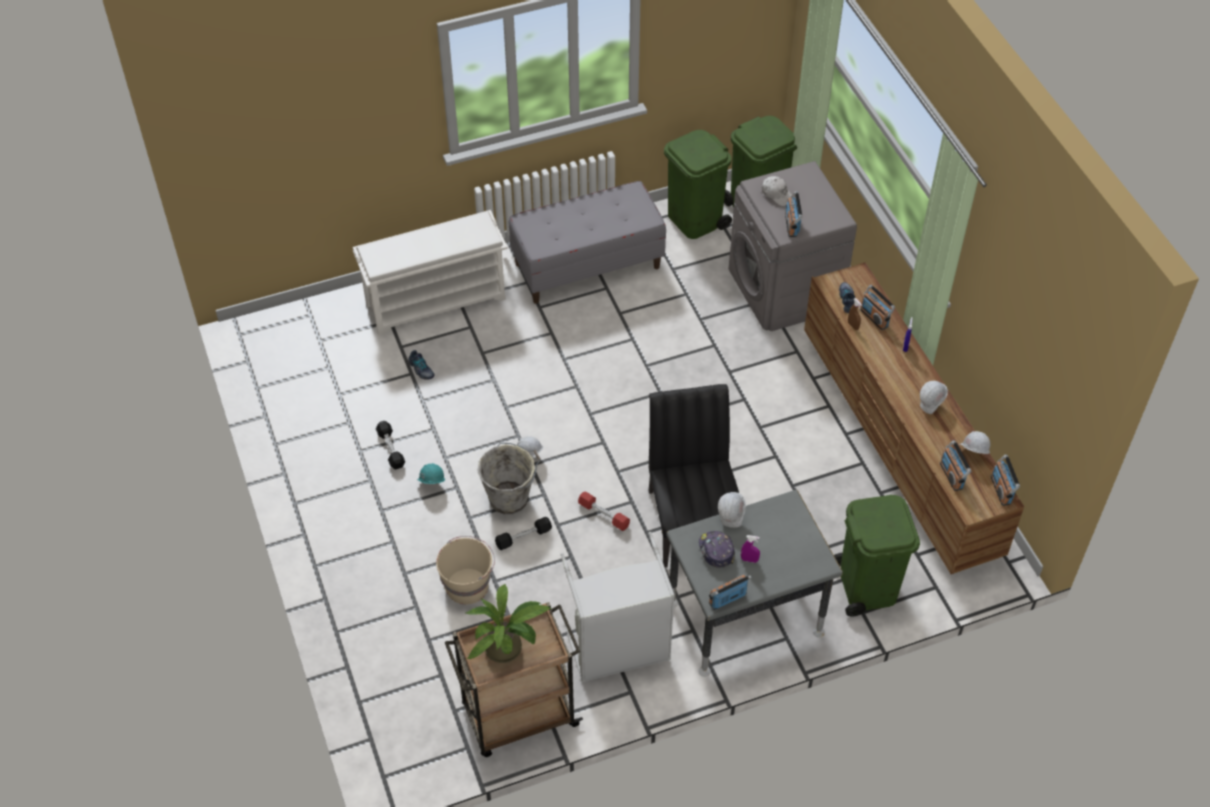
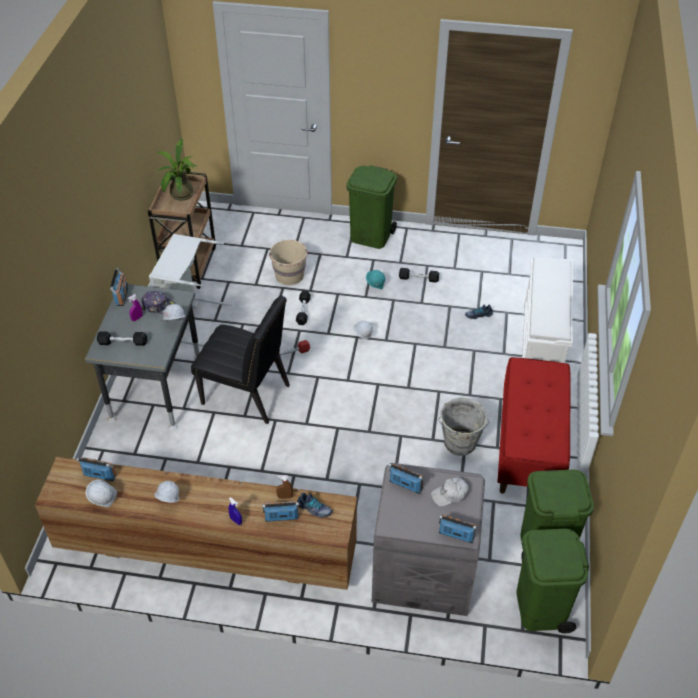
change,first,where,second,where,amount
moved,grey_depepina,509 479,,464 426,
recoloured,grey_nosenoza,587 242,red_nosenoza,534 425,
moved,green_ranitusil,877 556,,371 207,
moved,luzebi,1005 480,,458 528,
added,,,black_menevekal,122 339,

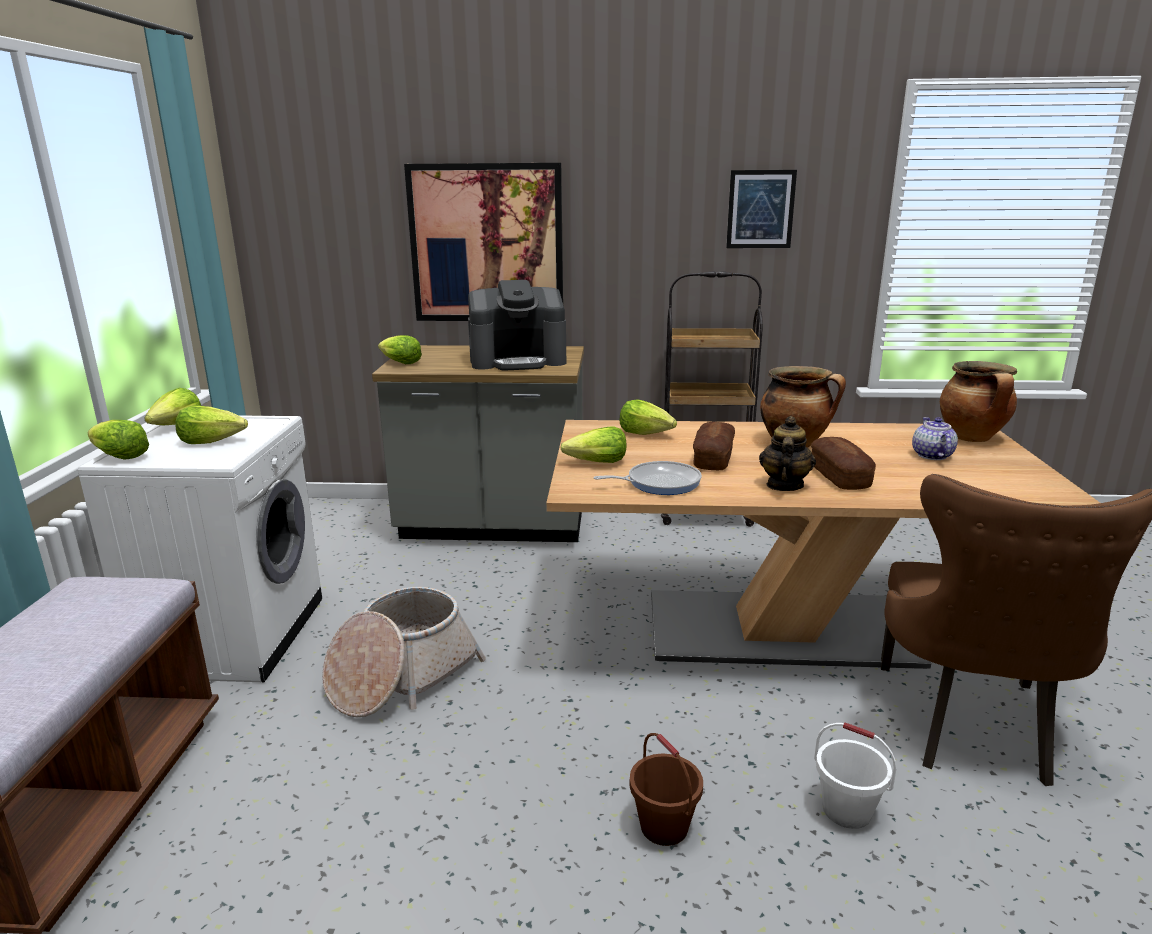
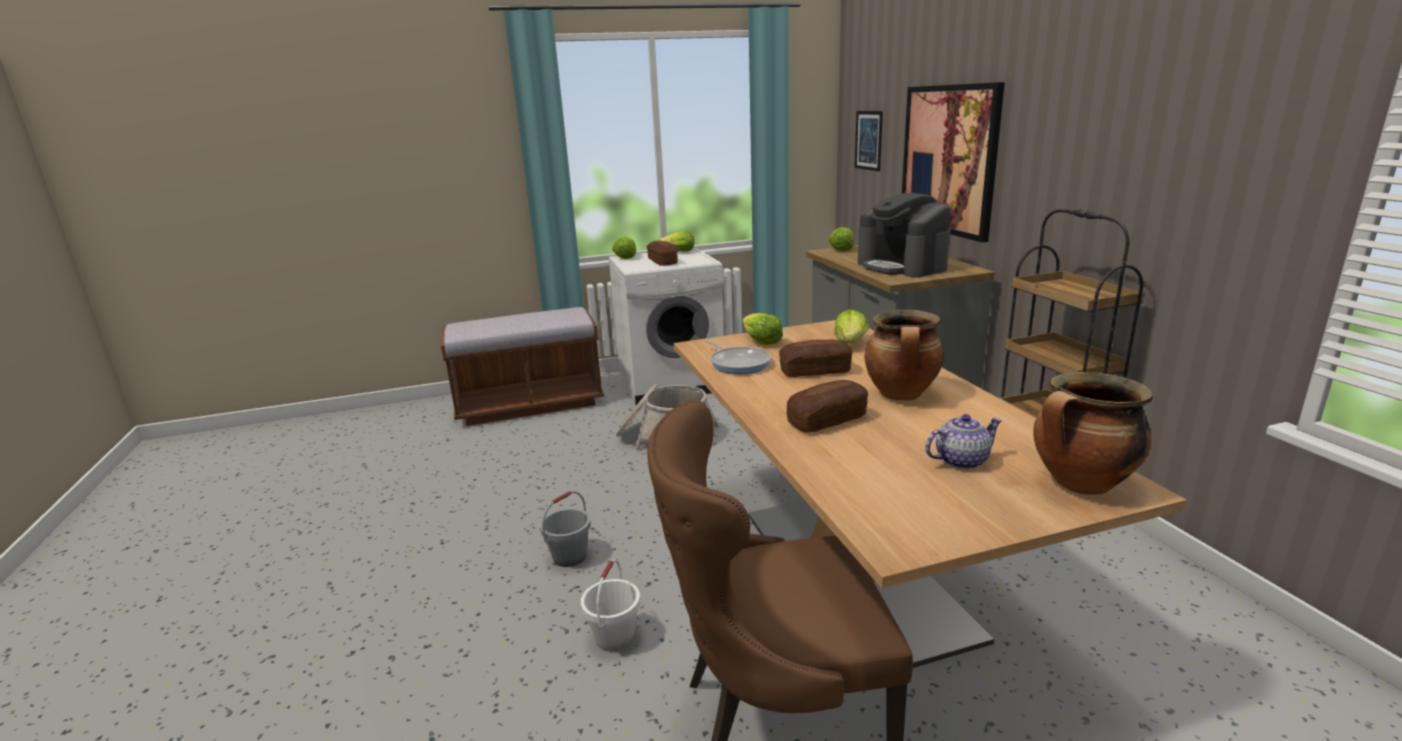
change,first,where,second,where,amount
replaced,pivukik,211 425,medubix,662 253,
recoloured,brown_depepina,666 789,grey_depepina,565 529,
moved,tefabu,761 209,,869 141,
removed,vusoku,787 453,,,

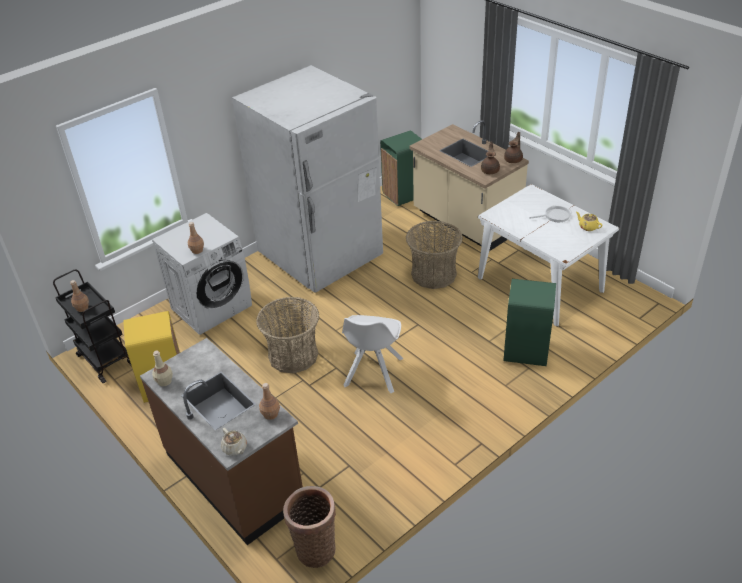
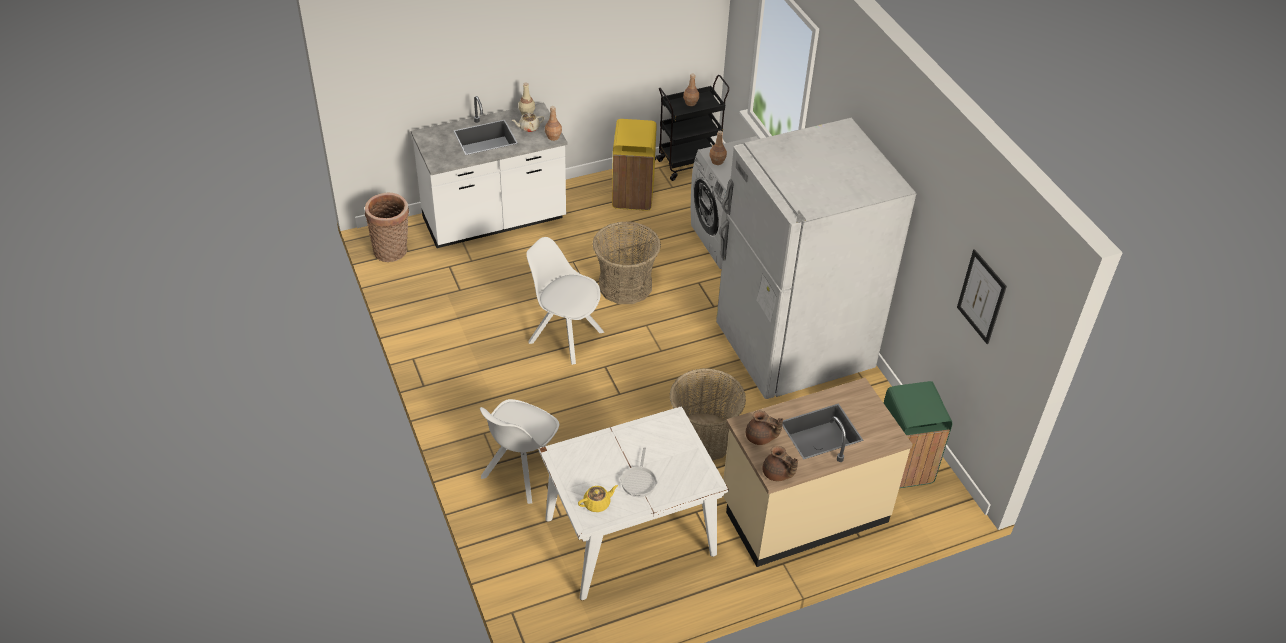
change,first,where,second,where,amount
recoloured,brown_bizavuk,221 441,white_bizavuk,489 172,
moved,beige_vusoku,234 442,,528 122,
moved,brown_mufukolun,269 401,,553 123,
replaced,green_ranitusil,529 322,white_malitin,519 451,
added,,,tefabu,982 296,

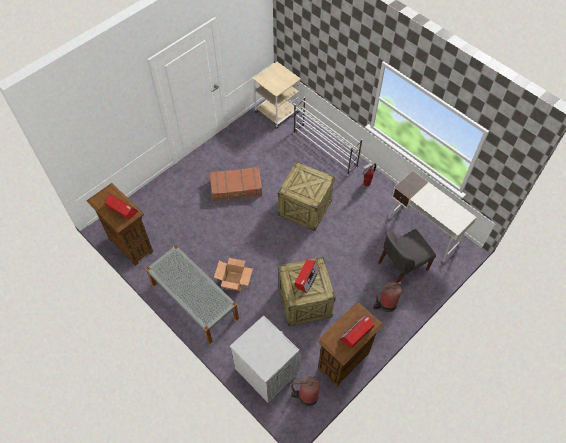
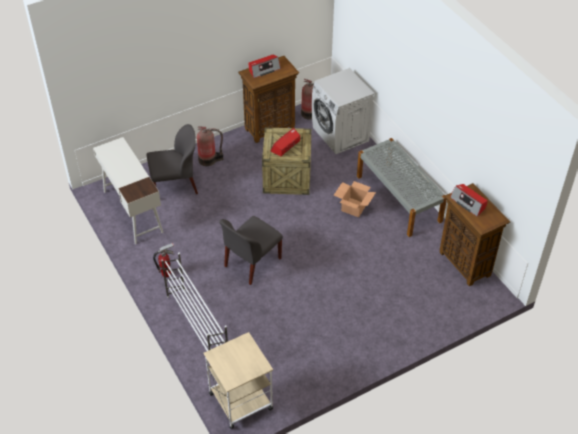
change,first,where,second,where,amount
removed,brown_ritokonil,236 184,,,
replaced,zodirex,306 196,grey_malitin,251 250,

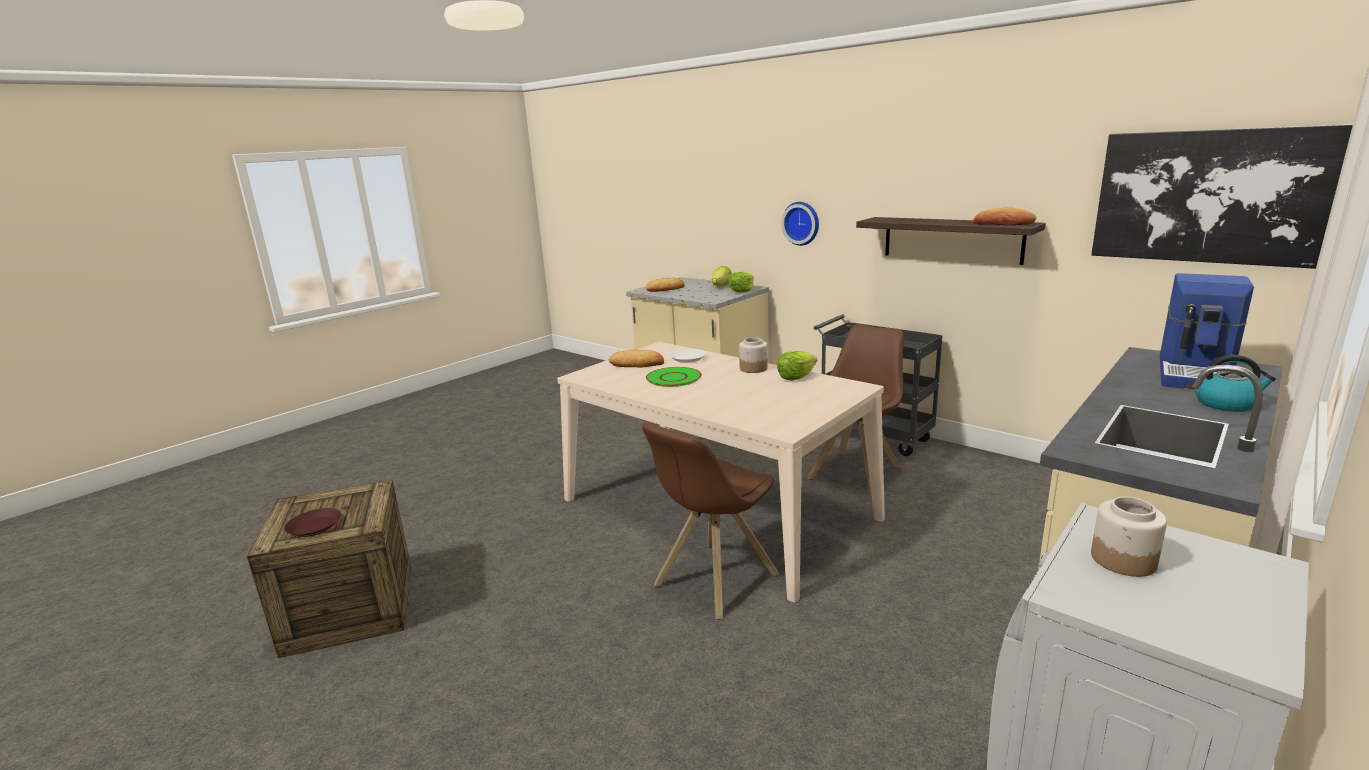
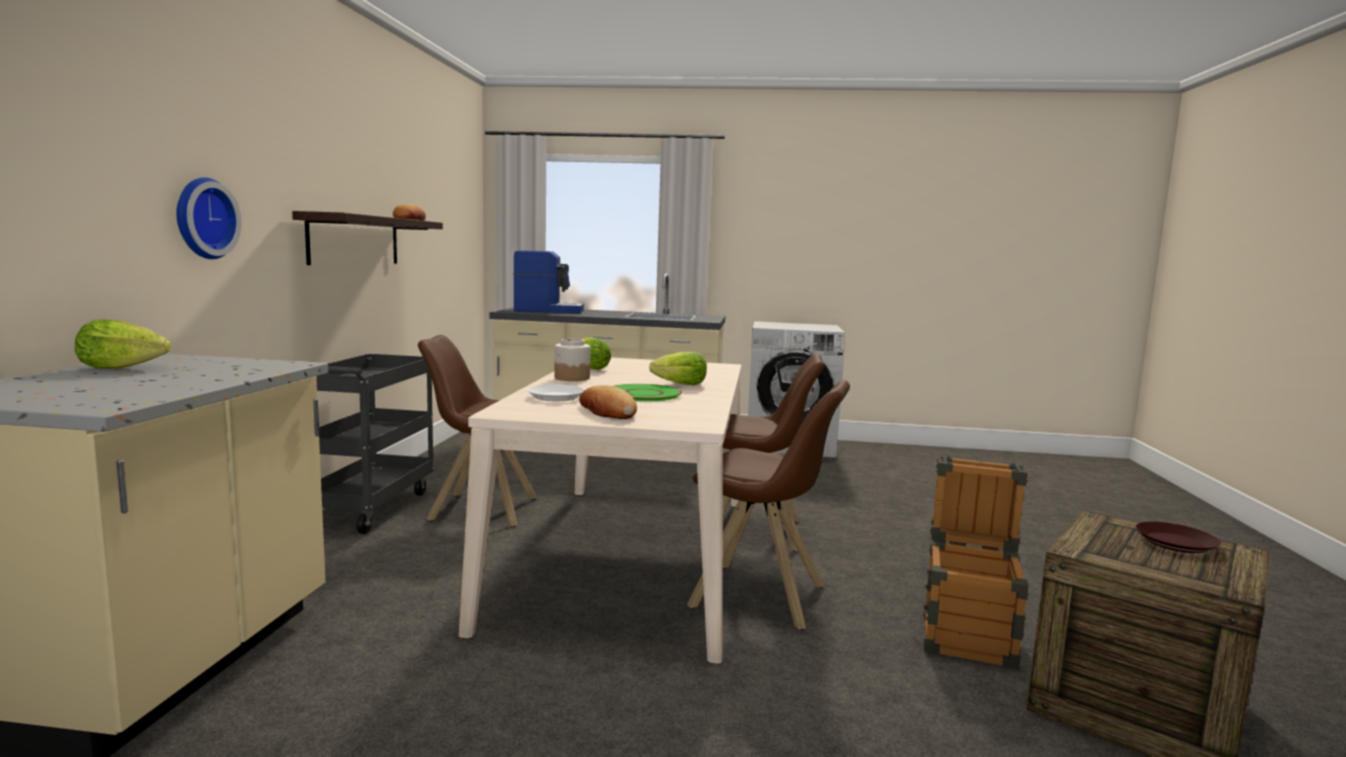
change,first,where,second,where,amount
removed,medubix,664 285,,,
moved,pivukik,740 282,,678 368,
removed,tefabu,1222 196,,,
removed,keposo,1129 537,,,
removed,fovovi,1235 383,,,
added,,,brown_malitin,768 505,
added,,,zodirex,976 563,

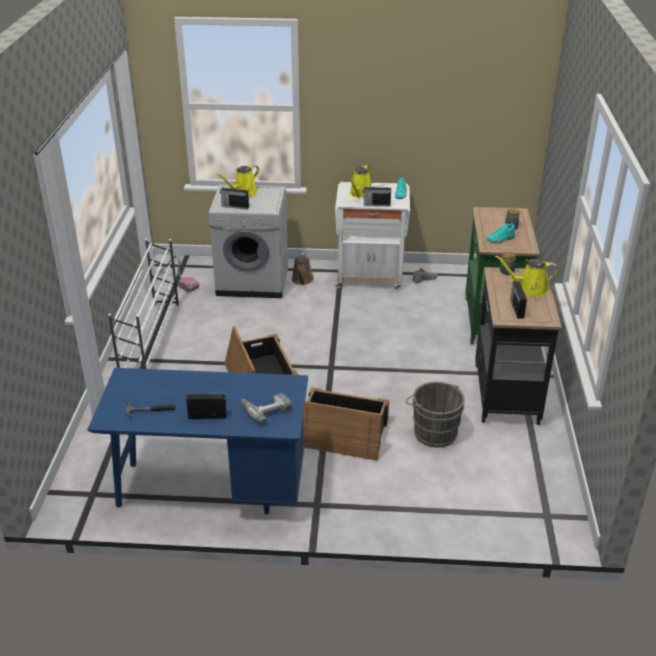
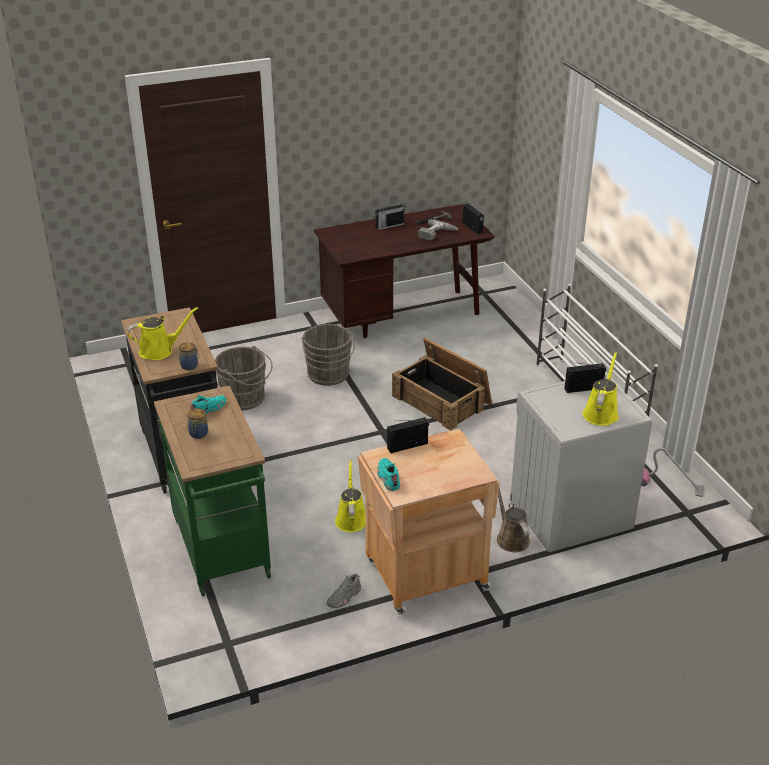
change,first,where,second,where,amount
recoloured,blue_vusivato,197 441,brown_vusivato,404 271,
moved,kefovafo,266 408,,438 229,
replaced,zodirex,346 424,grey_depepina,328 355,
recoloured,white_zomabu,372 236,brown_zomabu,429 522,
moved,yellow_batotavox,360 181,,350 495,
moved,luzebi,518 300,,473 217,

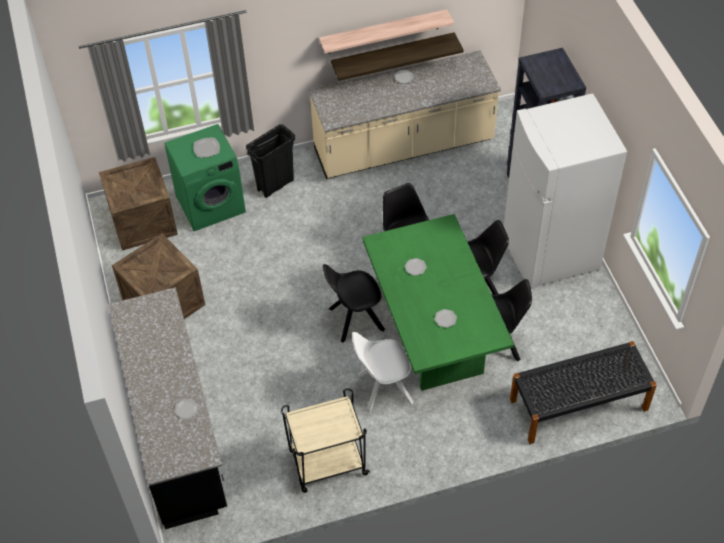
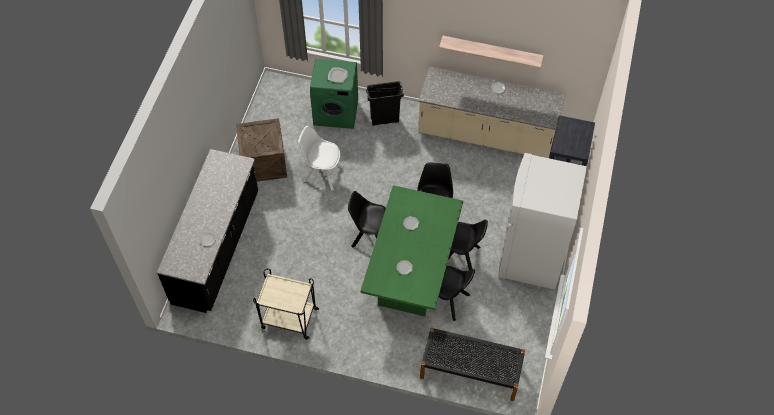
change,first,where,second,where,amount
removed,zodirex,138 204,,,
removed,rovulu,397 56,,,
moved,white_malitin,383 372,,321 158,

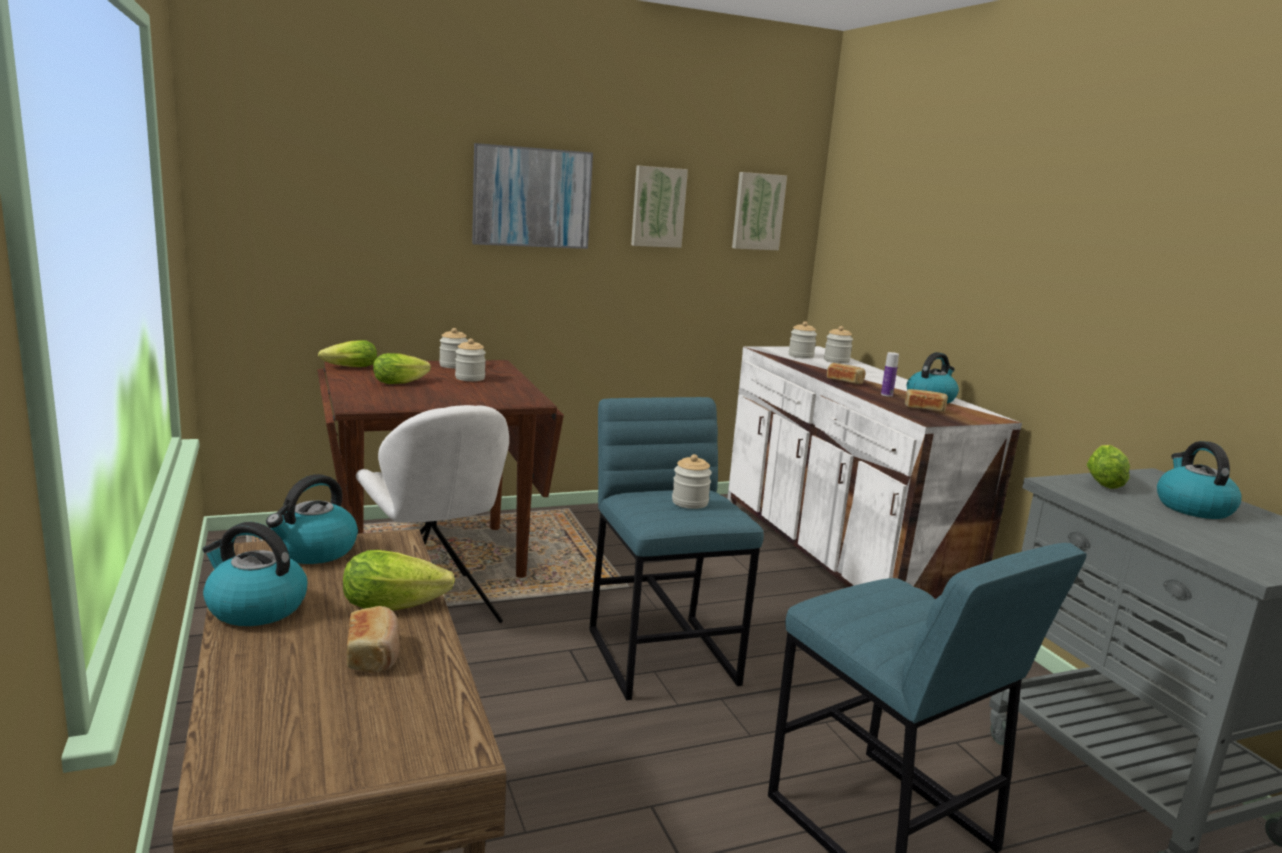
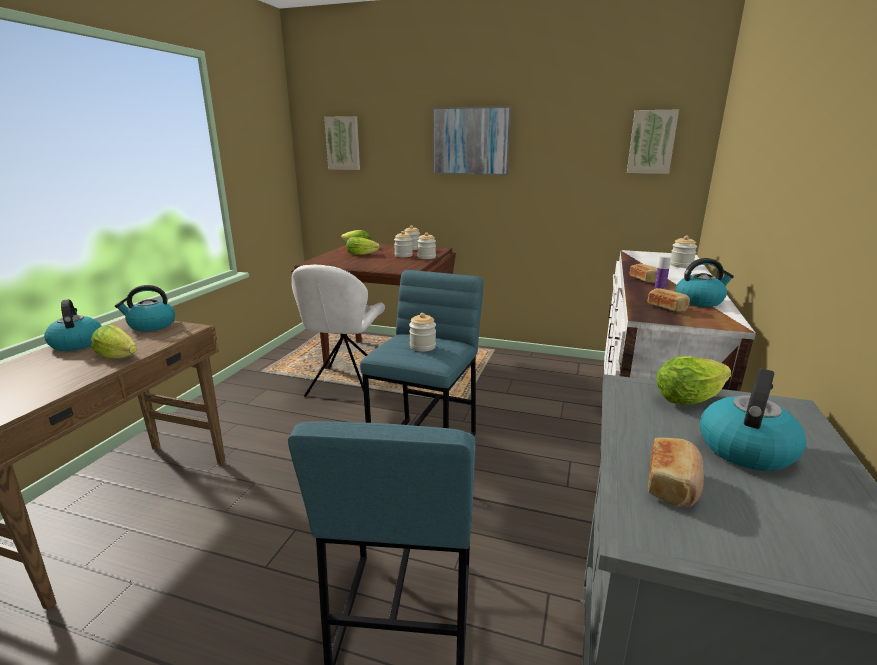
change,first,where,second,where,amount
moved,medubix,373 639,,676 472,
moved,tefabu,659 206,,342 143,
moved,keposo,803 340,,427 245,

